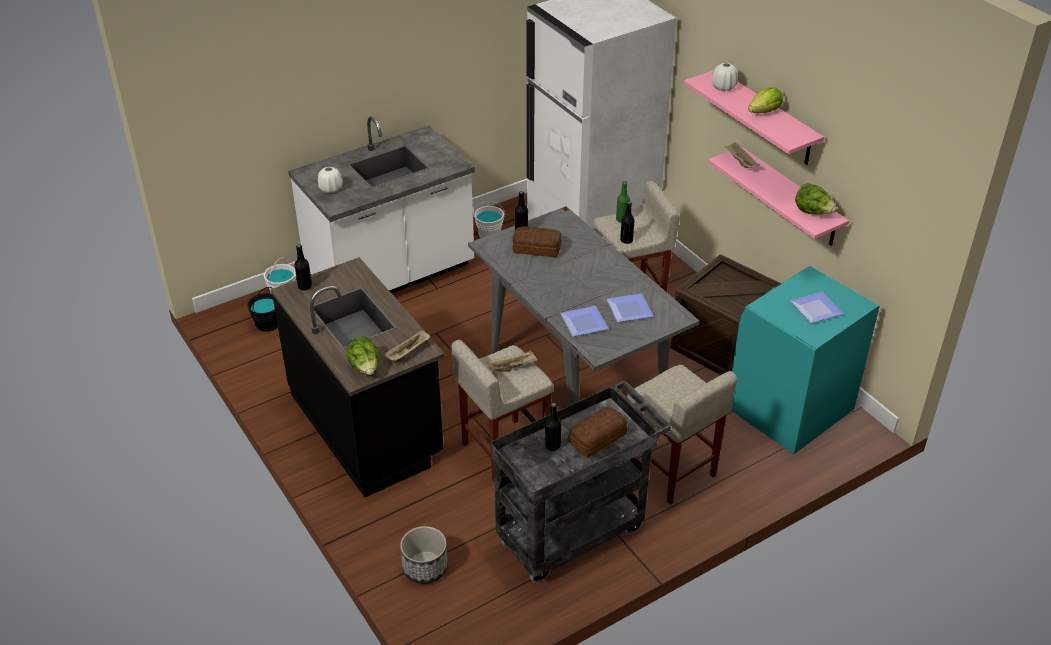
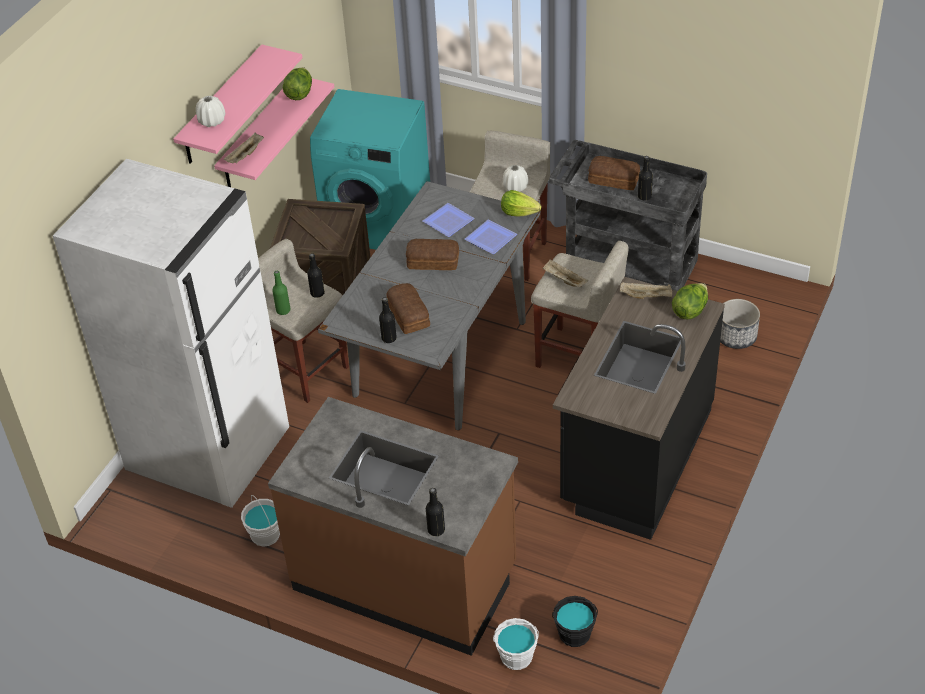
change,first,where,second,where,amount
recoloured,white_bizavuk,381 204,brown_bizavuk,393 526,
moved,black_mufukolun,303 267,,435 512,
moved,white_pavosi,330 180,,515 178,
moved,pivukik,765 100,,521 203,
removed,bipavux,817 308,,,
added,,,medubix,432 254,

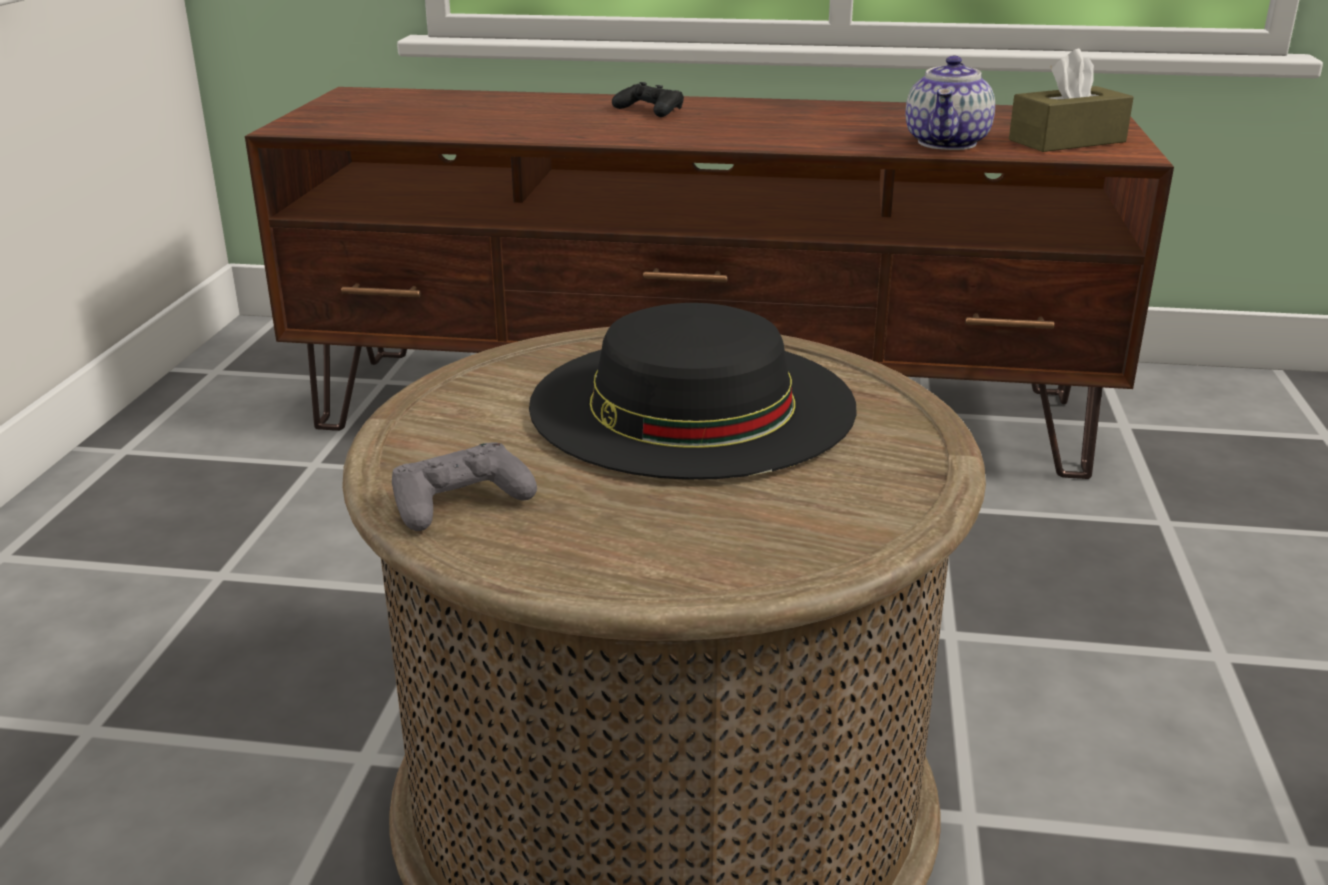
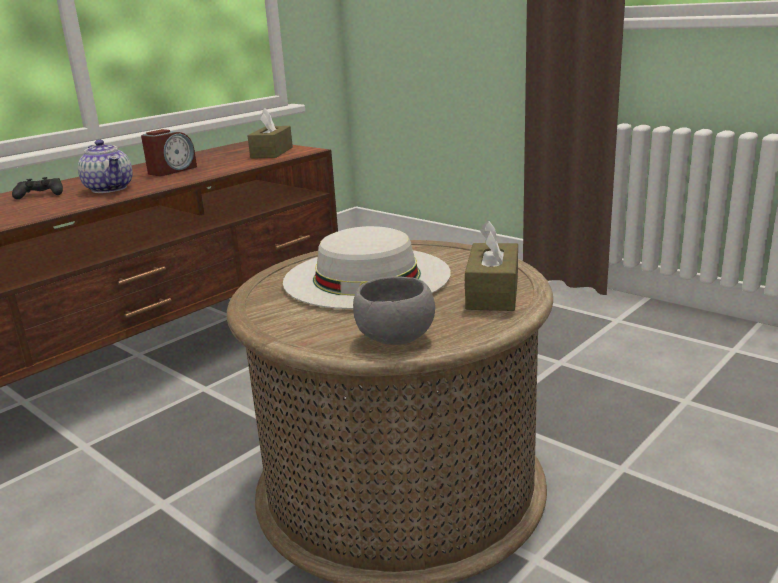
change,first,where,second,where,amount
replaced,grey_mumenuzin,464 486,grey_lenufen,394 310,
recoloured,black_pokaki,693 391,white_pokaki,367 267,
moved,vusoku,950 103,,105 166,
added,,,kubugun,169 152,
added,,,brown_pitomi,491 265,

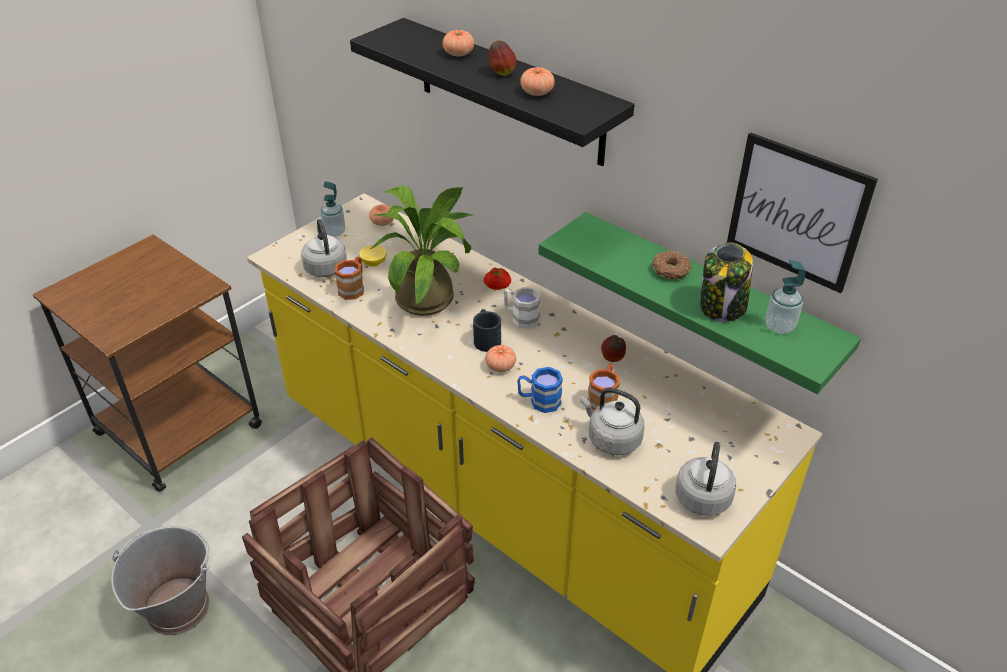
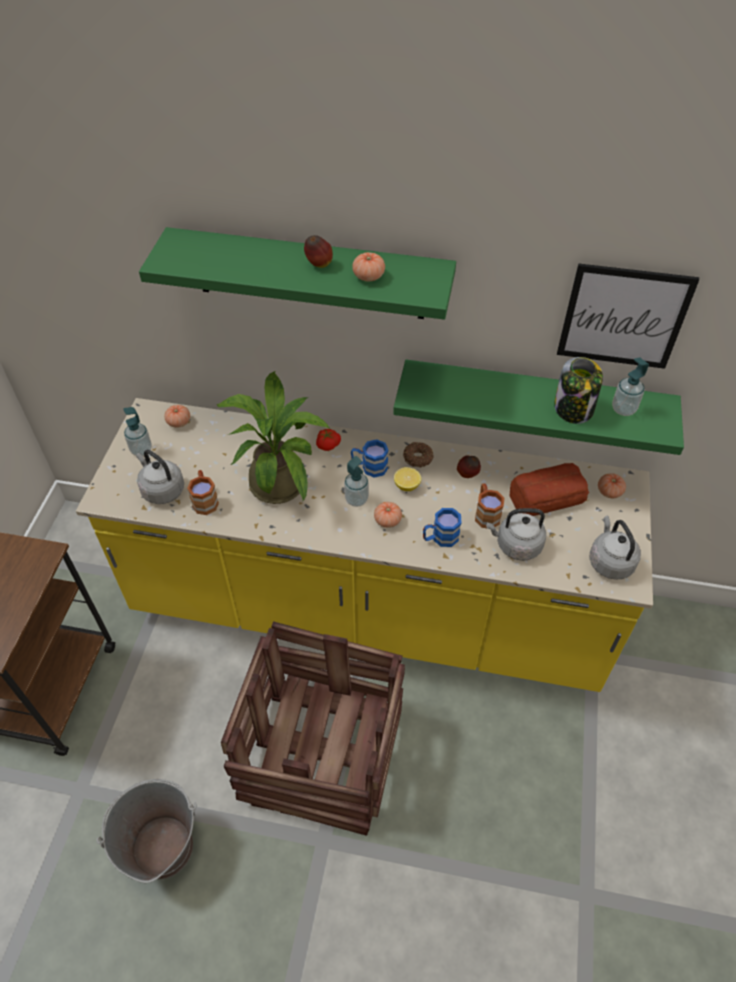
change,first,where,second,where,amount
recoloured,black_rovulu,492 92,green_rovulu,297 273,
moved,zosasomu,373 256,,407 479,
moved,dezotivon,458 43,,612 485,
replaced,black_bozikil,487 330,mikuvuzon,356 481,
recoloured,white_bozikil,522 308,blue_bozikil,369 458,
moved,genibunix,672 265,,418 455,
added,,,medubix,549 489,

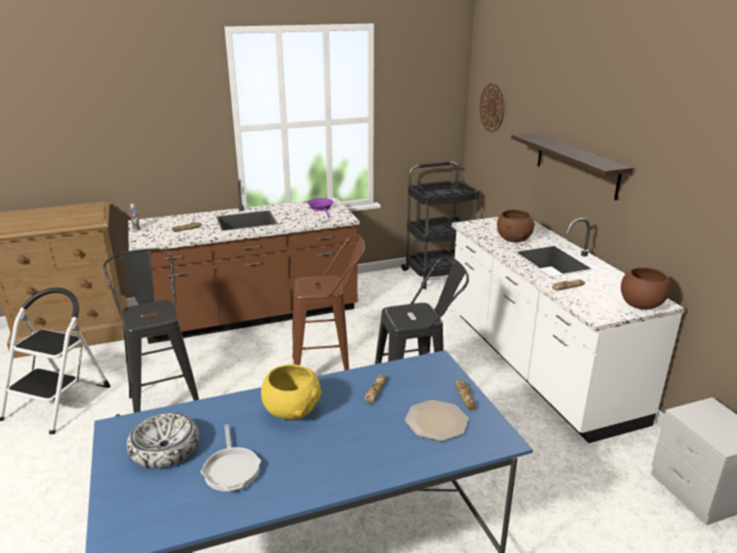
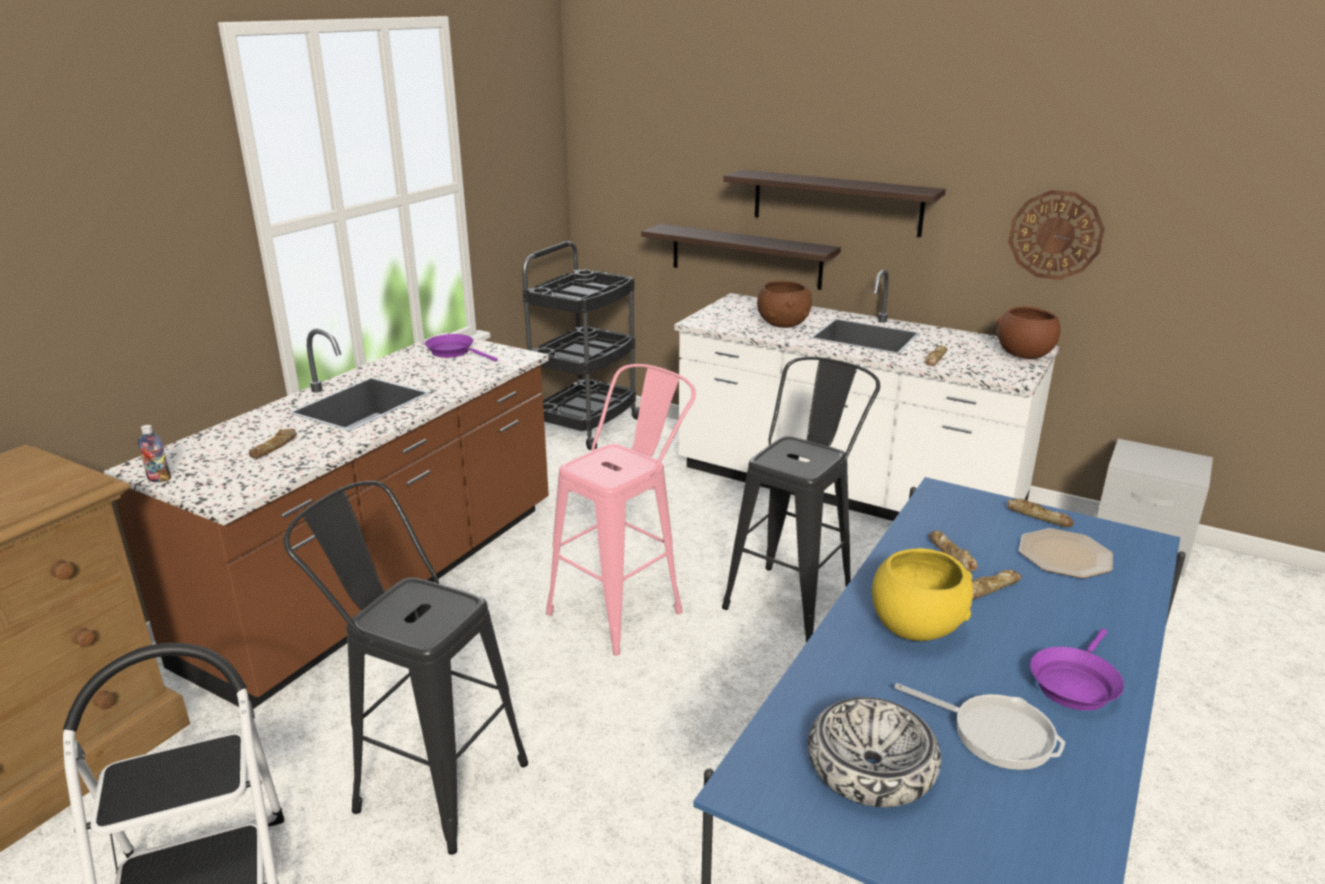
change,first,where,second,where,amount
recoloured,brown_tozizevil,328 302,pink_tozizevil,621 509,
moved,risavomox,492 108,,1056 235,
added,,,rovulu,741 257,
added,,,medubix,997 584,
added,,,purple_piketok,1077 669,

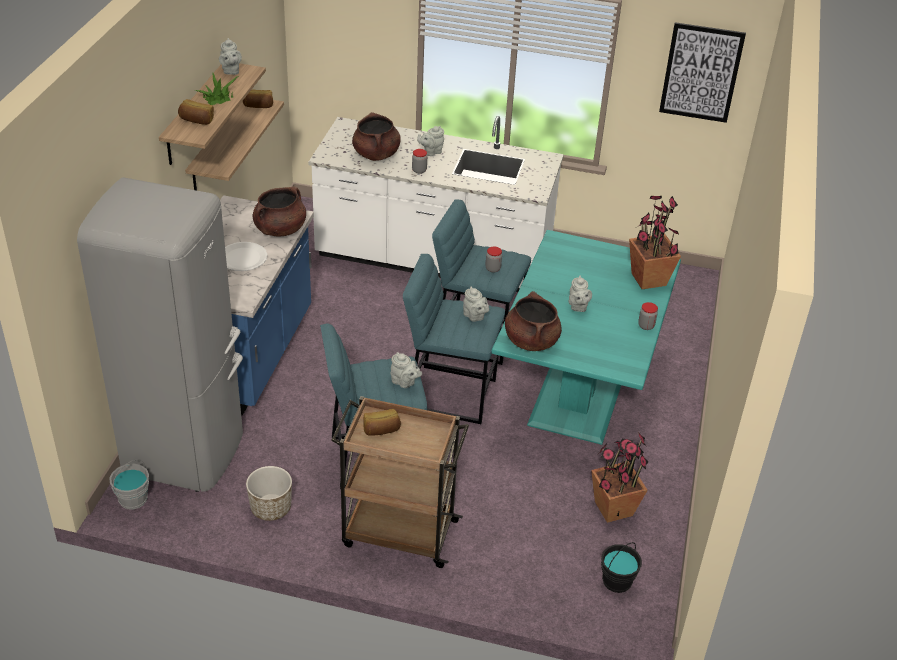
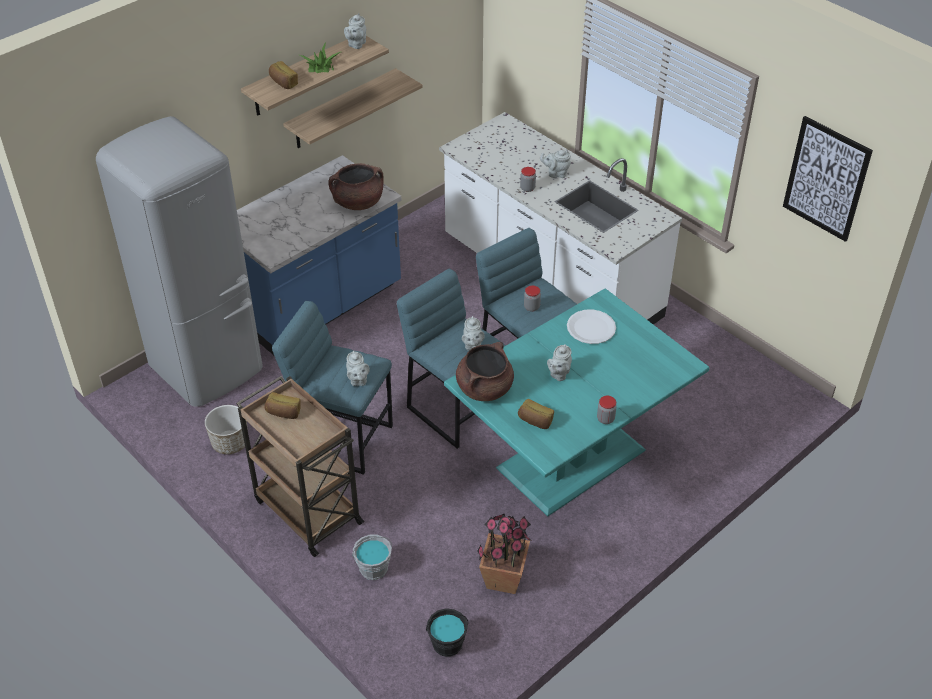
change,first,where,second,where,amount
moved,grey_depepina,129 484,,372 557,
moved,white_bipavux,246 256,,591 326,
moved,medubix,258 99,,536 414,
removed,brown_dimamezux,376 136,,,
removed,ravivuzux,655 242,,,

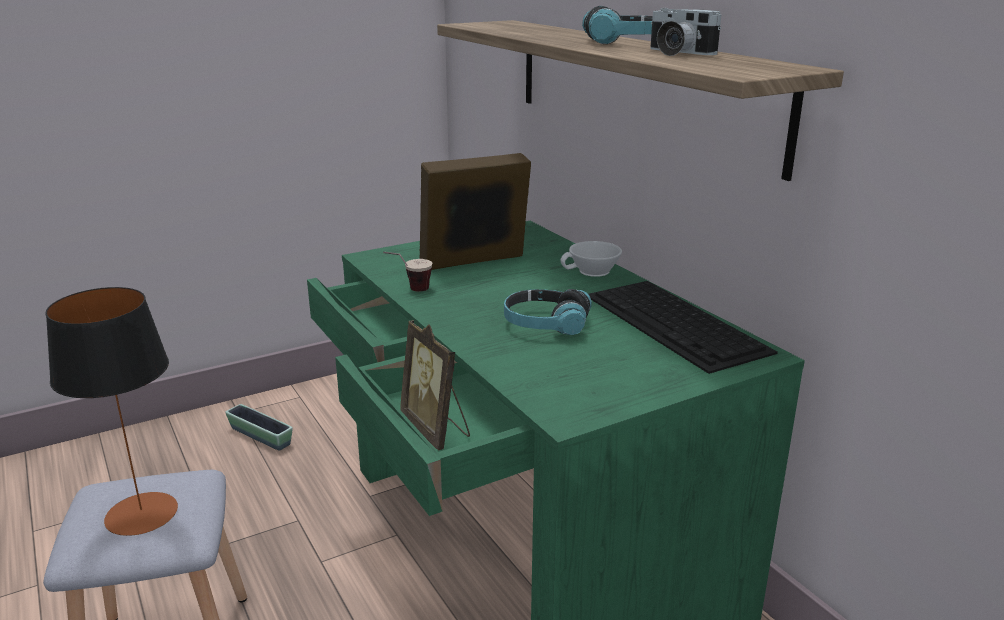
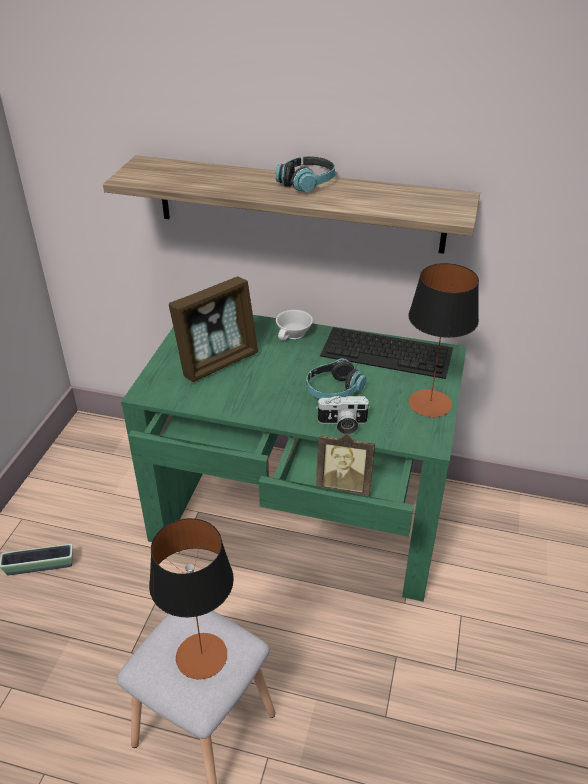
change,first,where,second,where,amount
removed,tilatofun,407 272,,,
turned,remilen,475 211,,213 329,150 degrees counterclockwise
moved,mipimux,685 32,,342 415,
added,,,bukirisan,443 340,

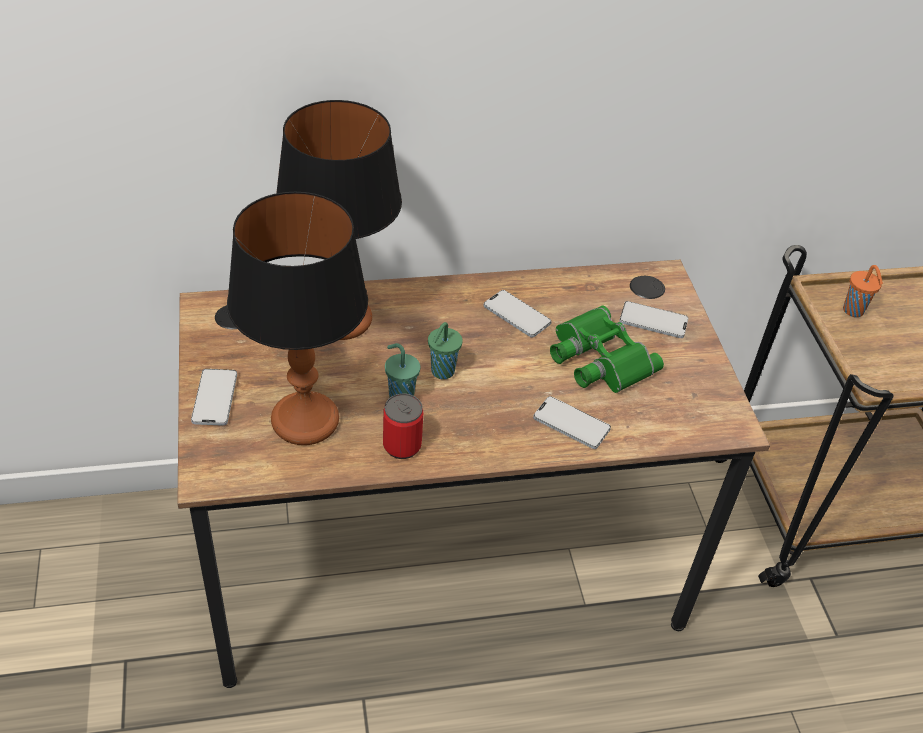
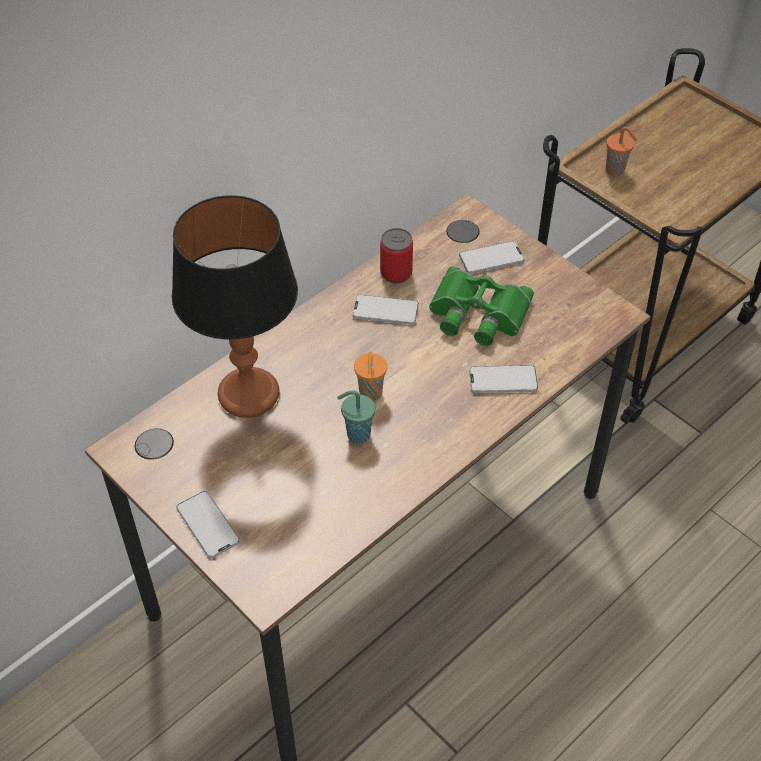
change,first,where,second,where,amount
removed,bukirisan,297 318,,,
moved,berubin,403 426,,396 256,
recoloured,green_tilatofun,445 350,orange_tilatofun,370 376,

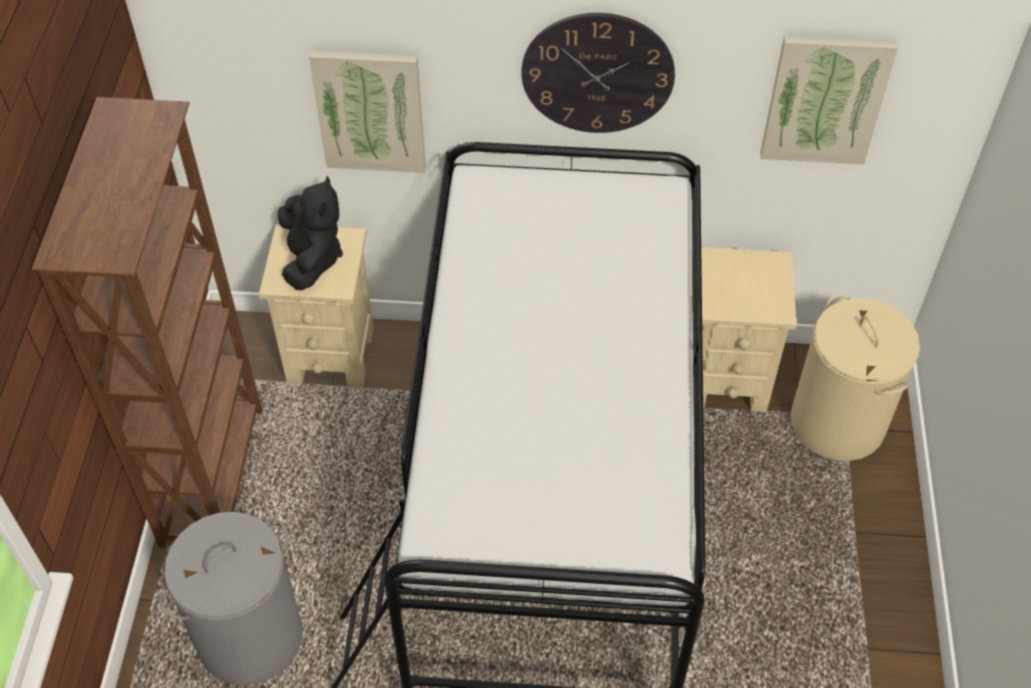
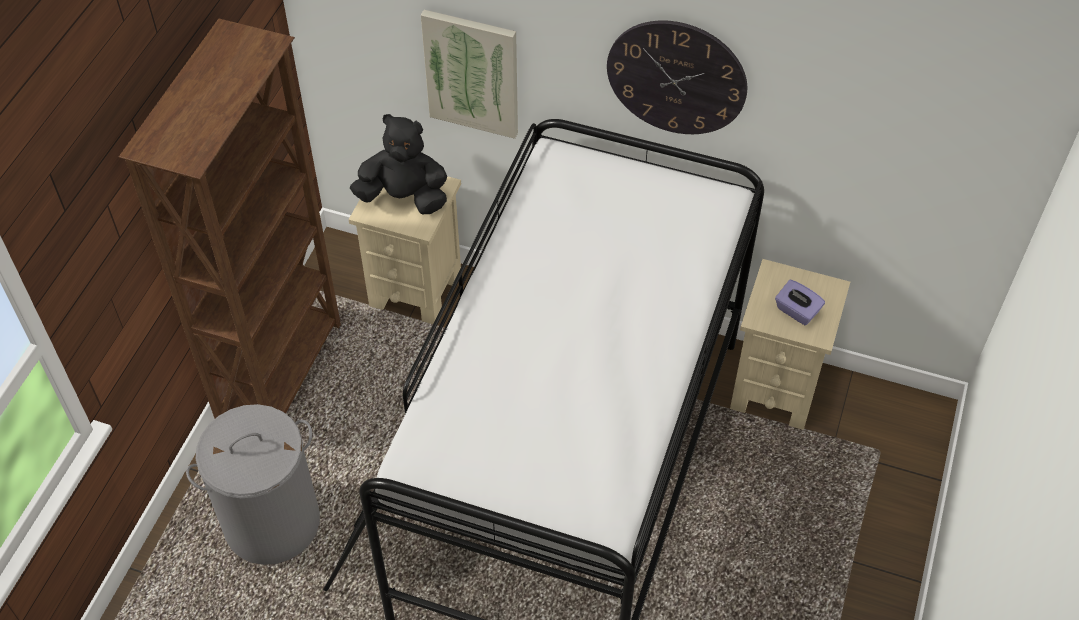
change,first,where,second,where,amount
turned,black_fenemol,310 233,,398 164,90 degrees counterclockwise
removed,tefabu,829 100,,,
removed,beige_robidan,855 377,,,
added,,,purple_pitomi,800 302,

